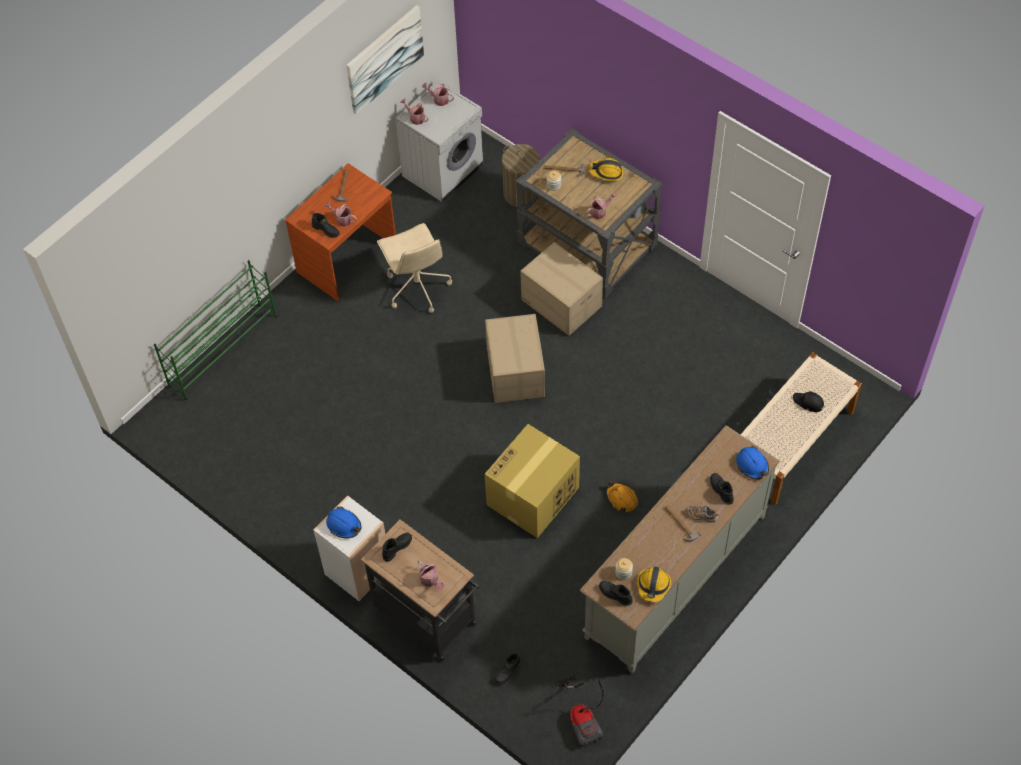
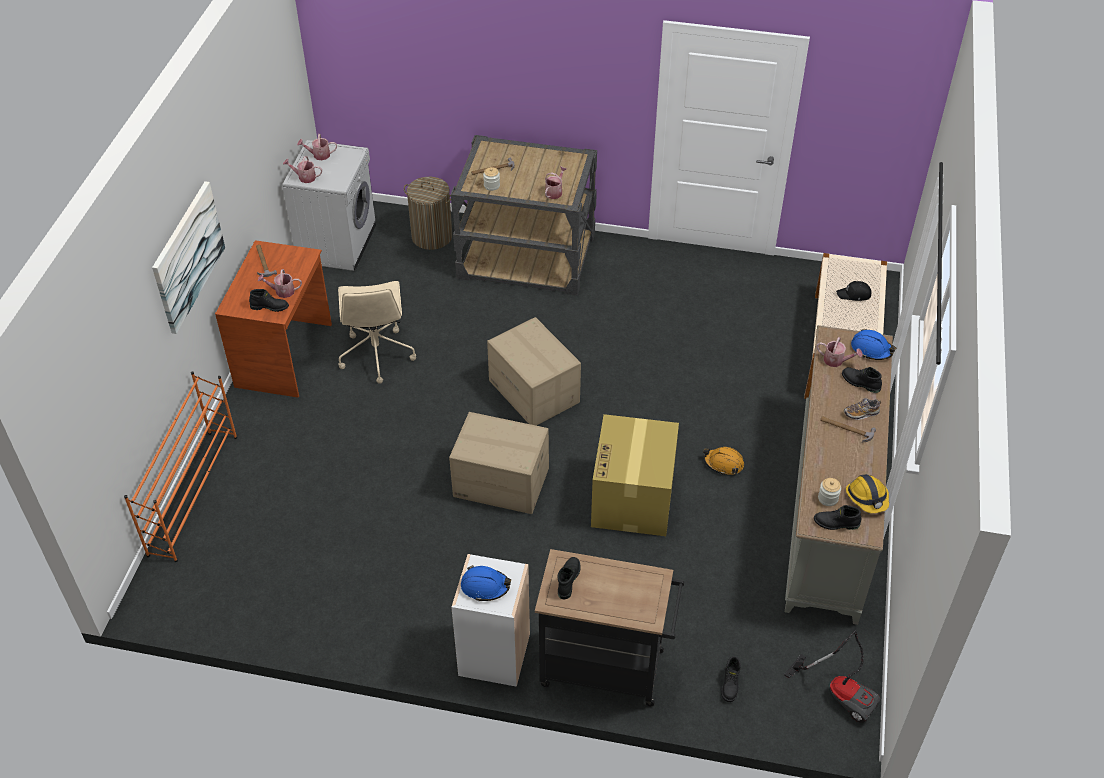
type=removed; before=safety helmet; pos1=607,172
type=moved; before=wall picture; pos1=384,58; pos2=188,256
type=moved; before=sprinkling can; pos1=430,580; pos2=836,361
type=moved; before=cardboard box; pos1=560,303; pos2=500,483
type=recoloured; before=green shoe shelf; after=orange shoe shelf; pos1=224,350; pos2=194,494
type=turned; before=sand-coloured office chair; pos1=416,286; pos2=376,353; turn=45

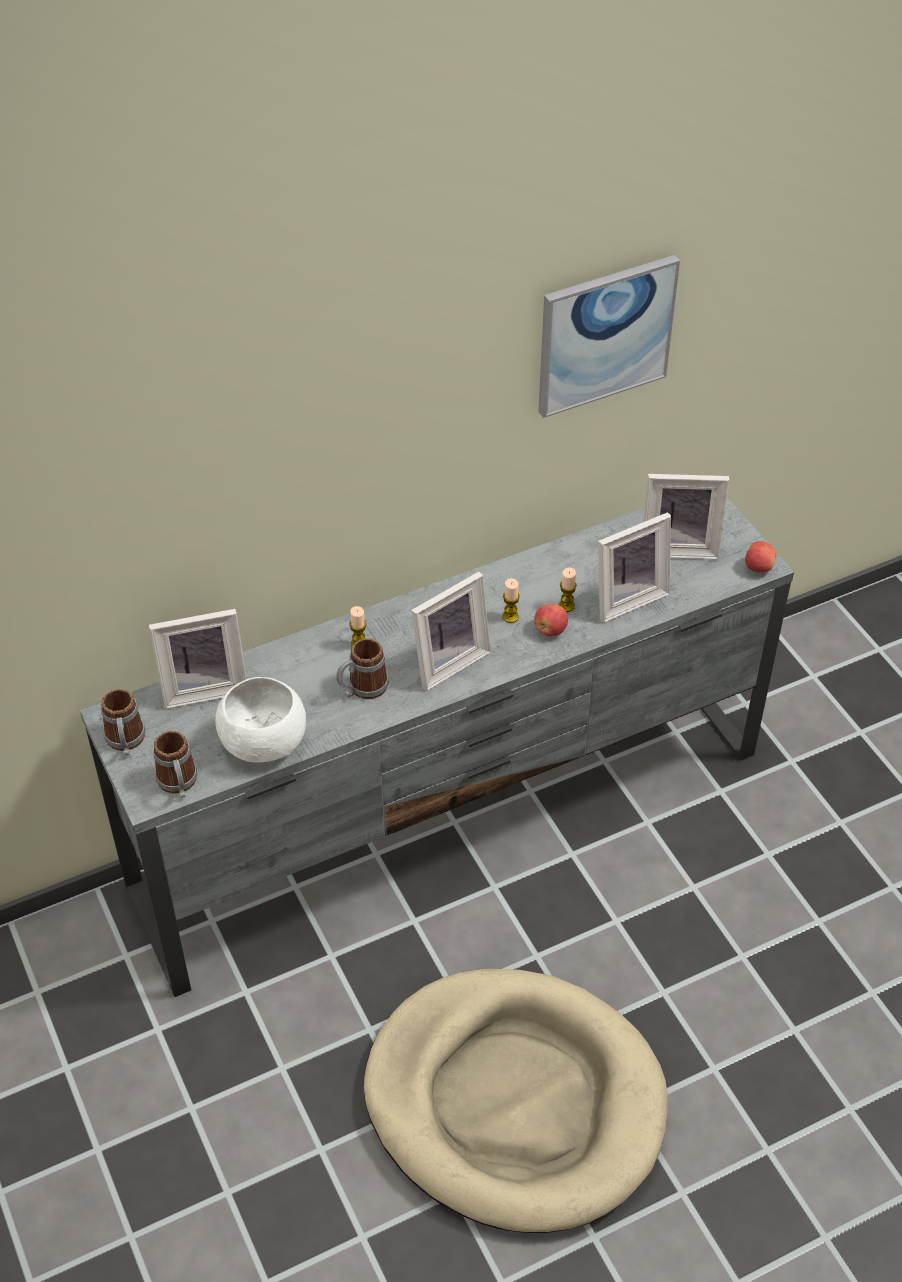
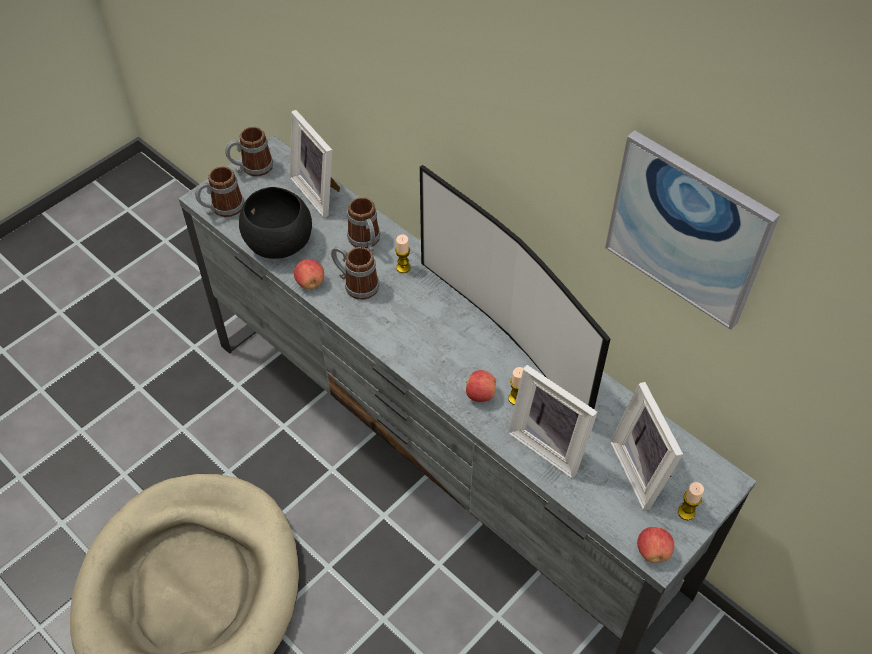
type=removed; before=photo frame; pos1=447,661
type=added; after=apple; pos2=310,282
type=added; after=mug; pos2=366,242
type=added; after=TV set; pos2=508,335
type=moved; before=candle; pos1=510,616; pos2=686,512
type=recoloured; before=whitish bowl; after=black bowl; pos1=265,742; pos2=279,244

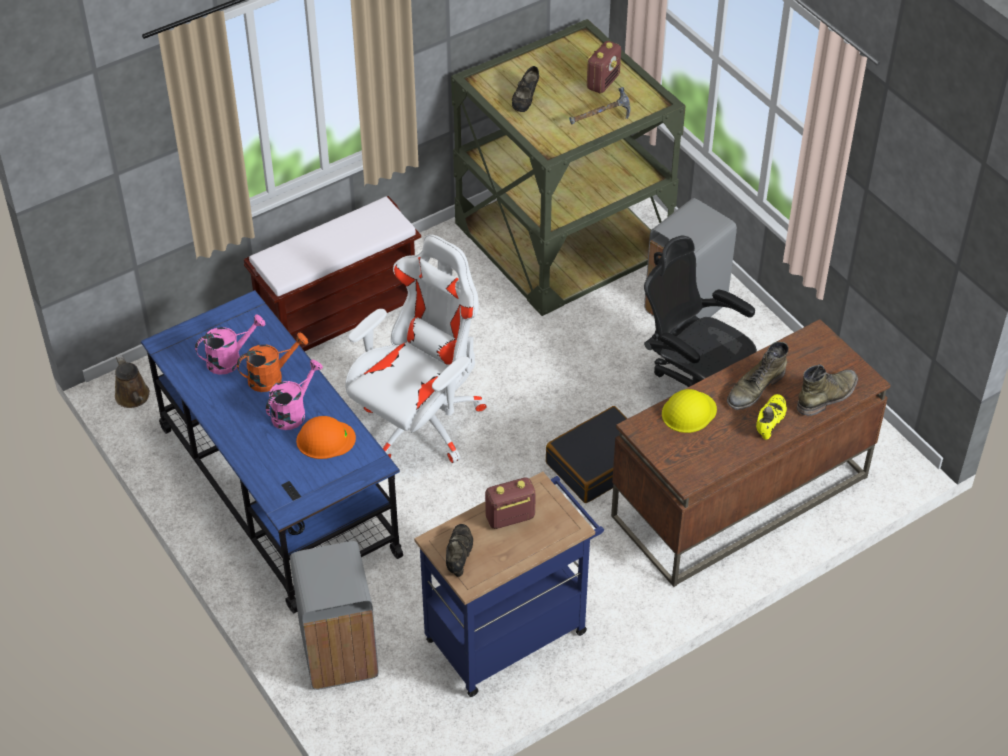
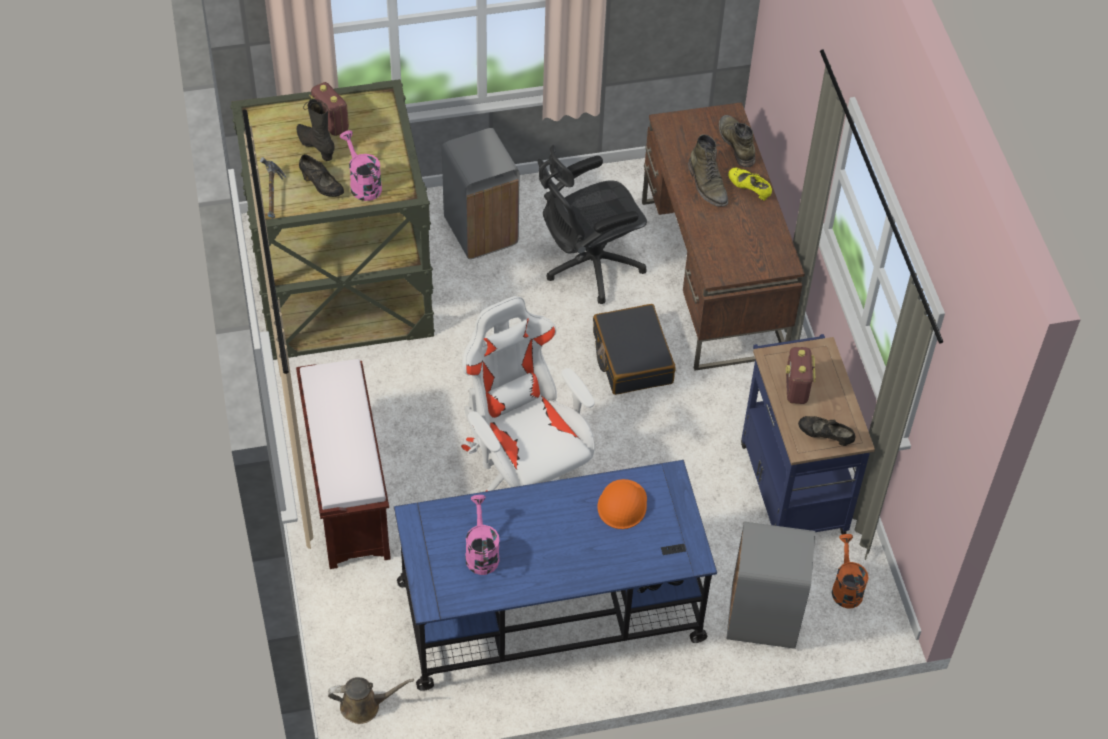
type=removed; before=yellowish safety helmet; pos1=688,412
type=added; after=black tall boot; pos2=316,146
type=moved; before=orange sprinkling can; pos1=271,377; pos2=846,587
type=moved; before=pink-coloured sprinkling can; pos1=293,412; pos2=362,184
type=moved; before=hand hammer; pos1=600,120; pos2=272,198

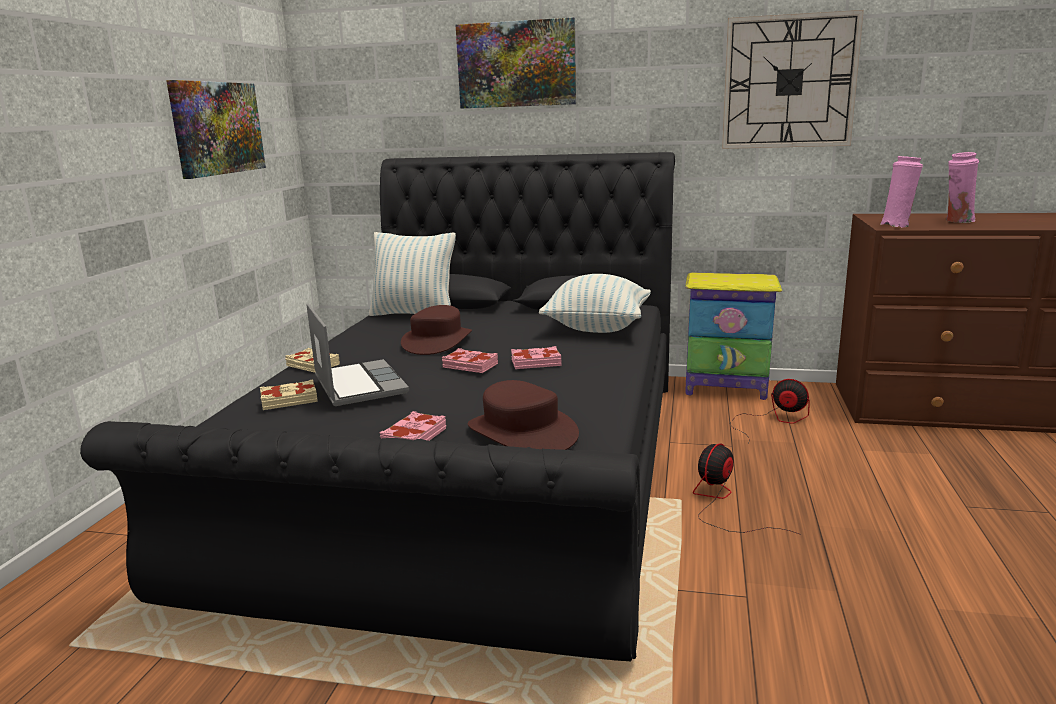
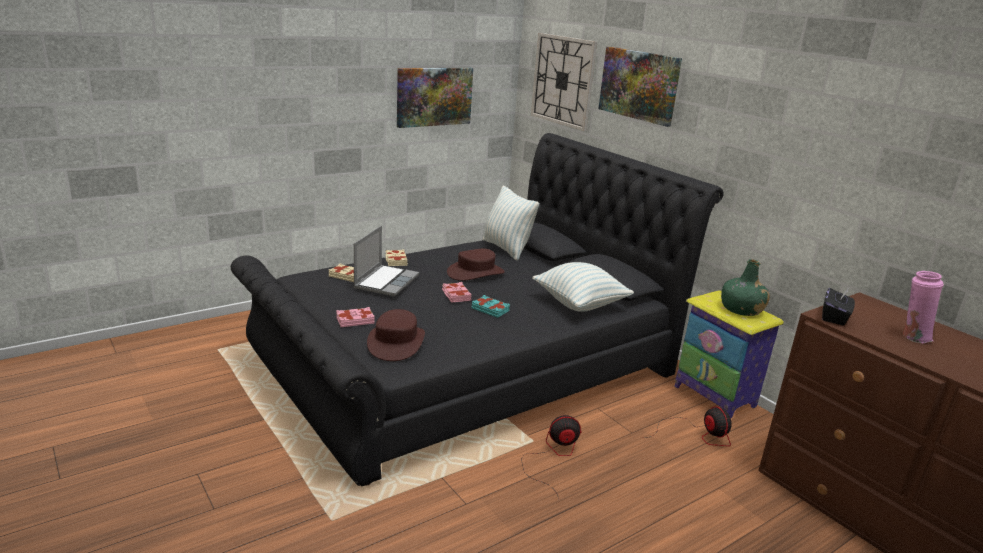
type=added; after=green drink bottle; pos2=741,309
type=moved; before=wall clock; pos1=789,82; pos2=563,80
type=replaced; before=pink-coloured decorative vase; after=black tissue box; pos1=897,226; pos2=834,317
type=recoloured; before=pink-coloured bound book; after=blue-green bound book; pos1=535,362; pos2=490,309

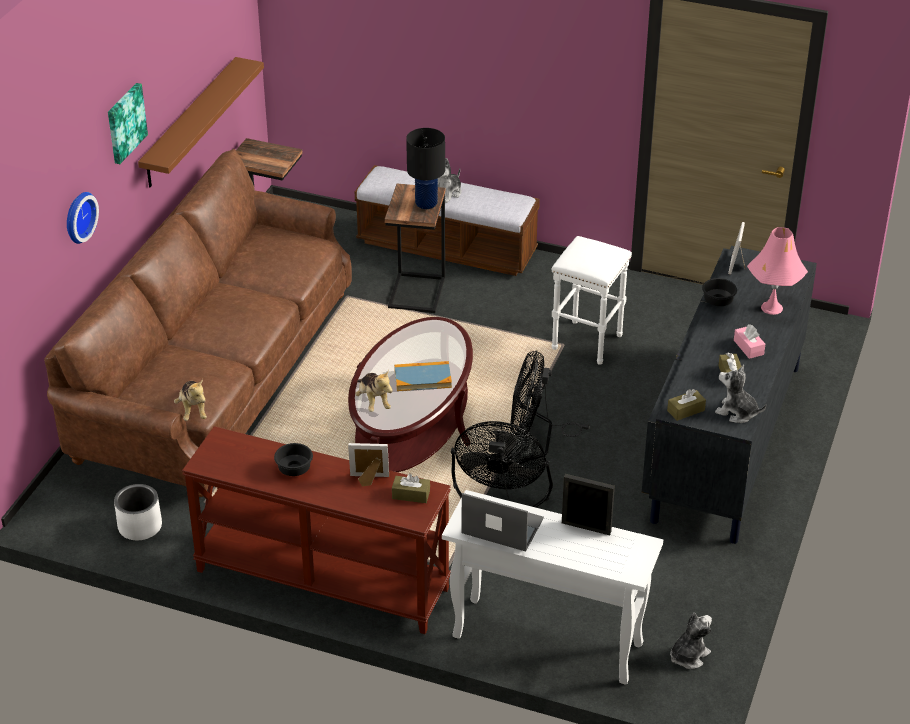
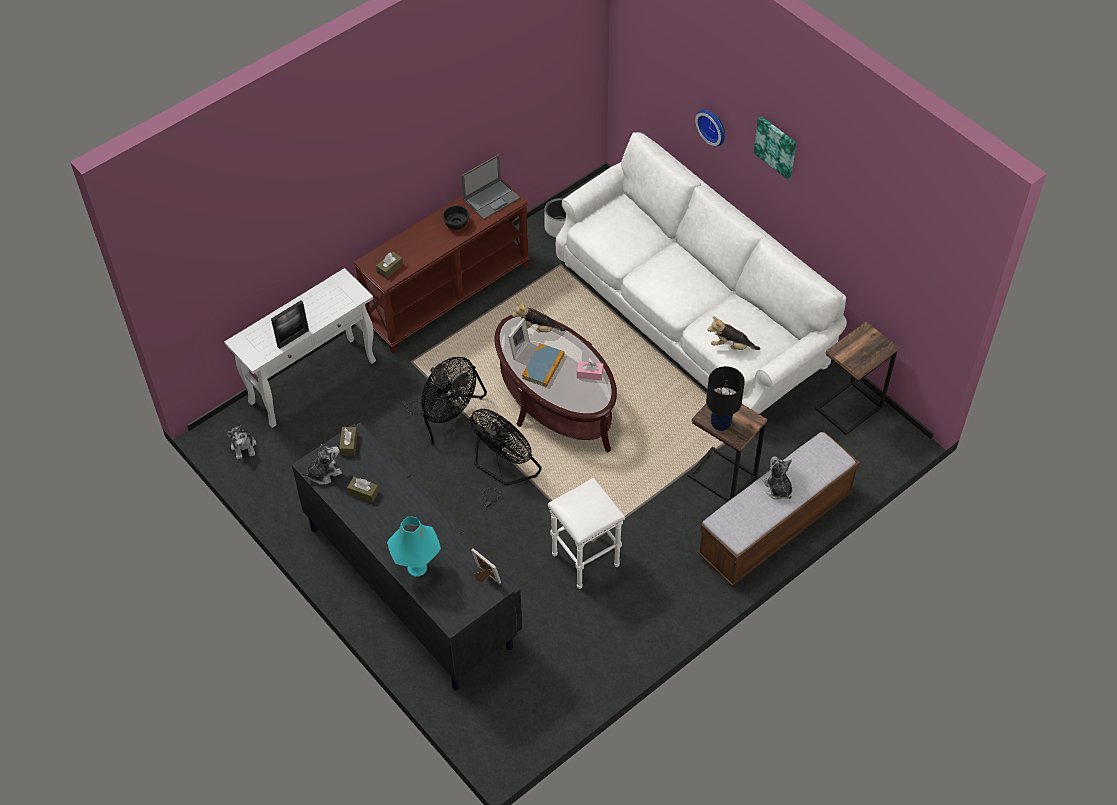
type=removed; before=brown wall shelf; pos1=190,123
type=removed; before=black bowl; pos1=717,301
type=moved; before=soft toy; pos1=193,410; pos2=731,346
type=moved; before=photo frame; pos1=369,480; pos2=517,348
type=moved; before=laptop; pos1=501,526; pos2=492,198
type=moved; before=pink-coloured tissue box; pos1=748,347; pos2=590,374
type=recoloured; before=brown sofa; after=whitish sofa; pos1=215,376; pos2=692,314
type=recoloured; before=pink-coloured table lamp; after=blue-green table lamp; pos1=771,308; pos2=417,567

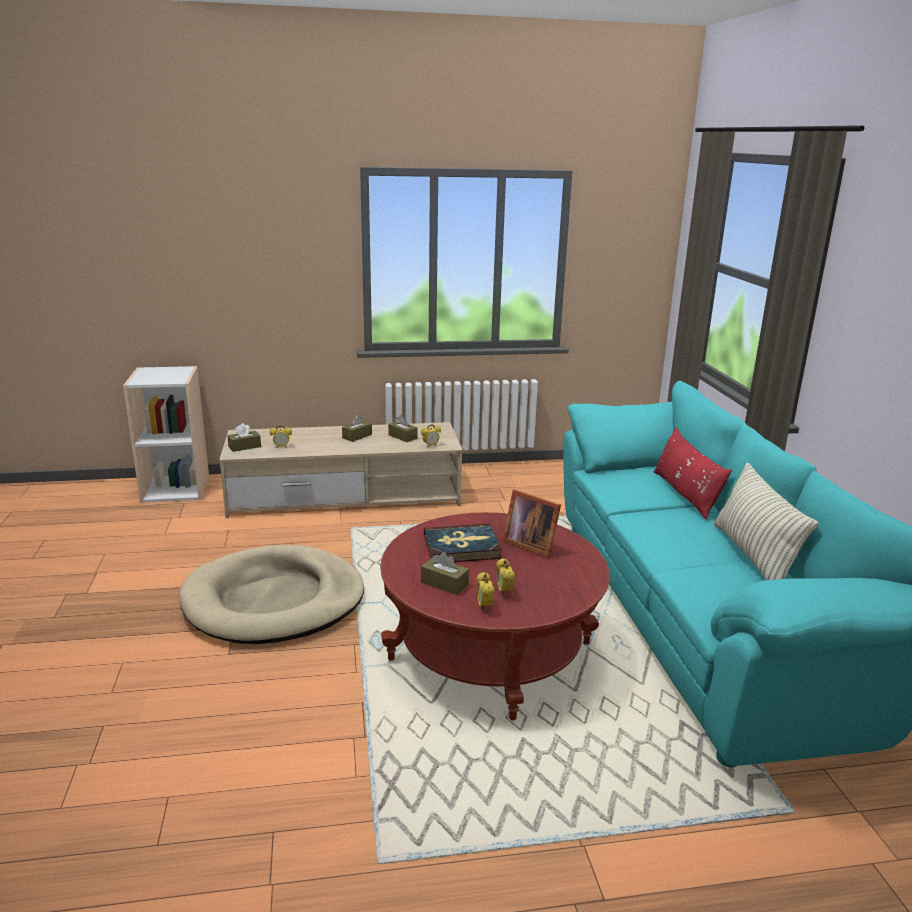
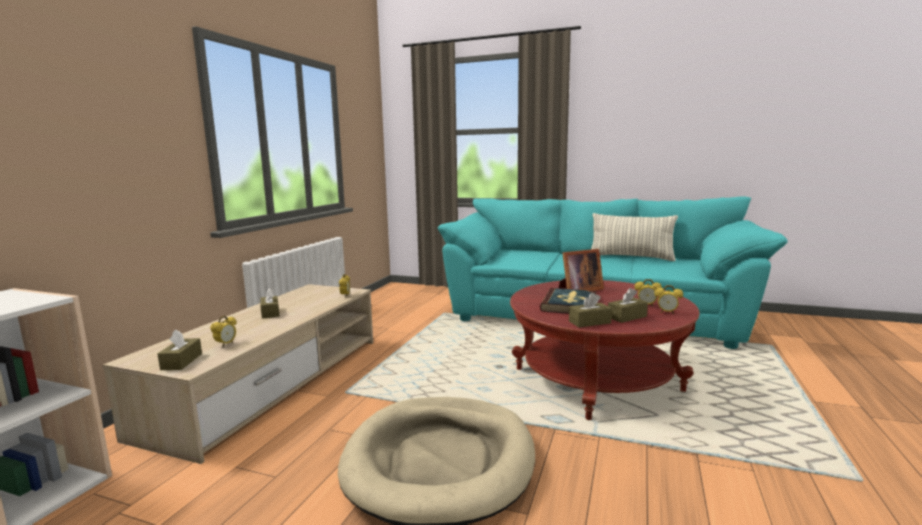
type=removed; before=reddish pillow; pos1=685,494
type=moved; before=brown tissue box; pos1=402,437; pos2=589,322

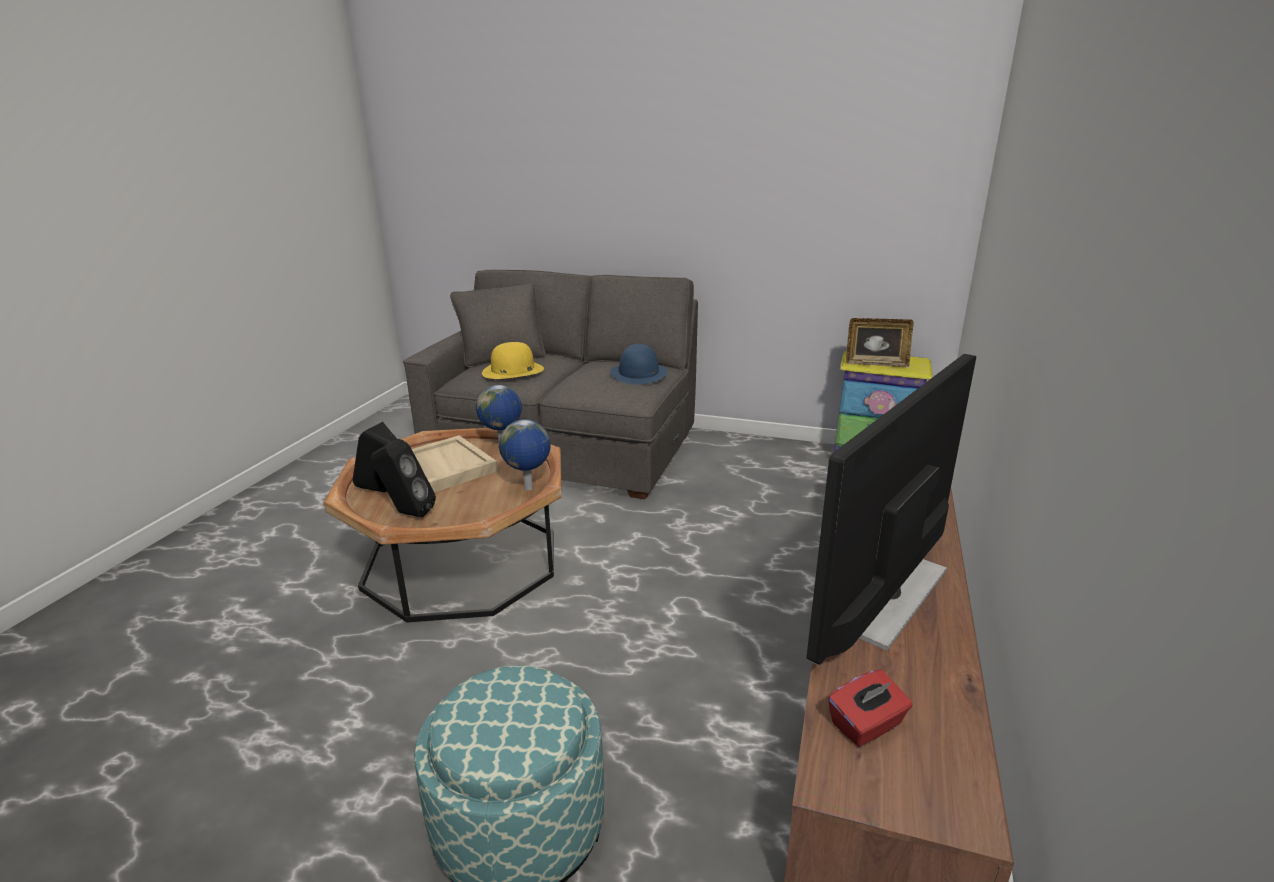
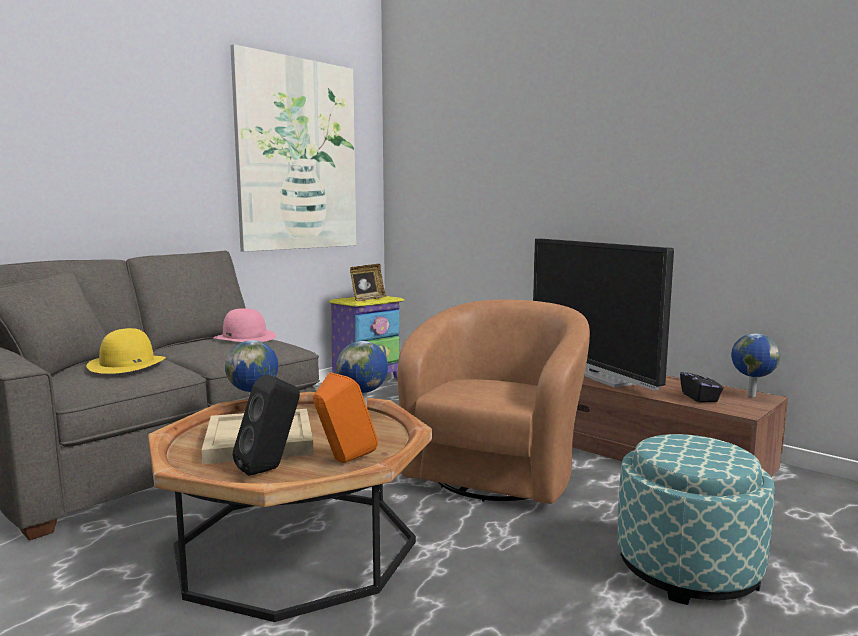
type=added; after=wall picture; pos2=298,155
type=added; after=brown armchair; pos2=497,472
type=added; after=globe; pos2=750,395
type=recoloured; before=black loudspeaker; after=orange loudspeaker; pos1=407,513; pos2=343,462
type=recoloured; before=blue hat; after=pink-coloured hat; pos1=639,373; pos2=245,337
type=recoloured; before=reddish tissue box; after=black tissue box; pos1=867,725; pos2=700,398

